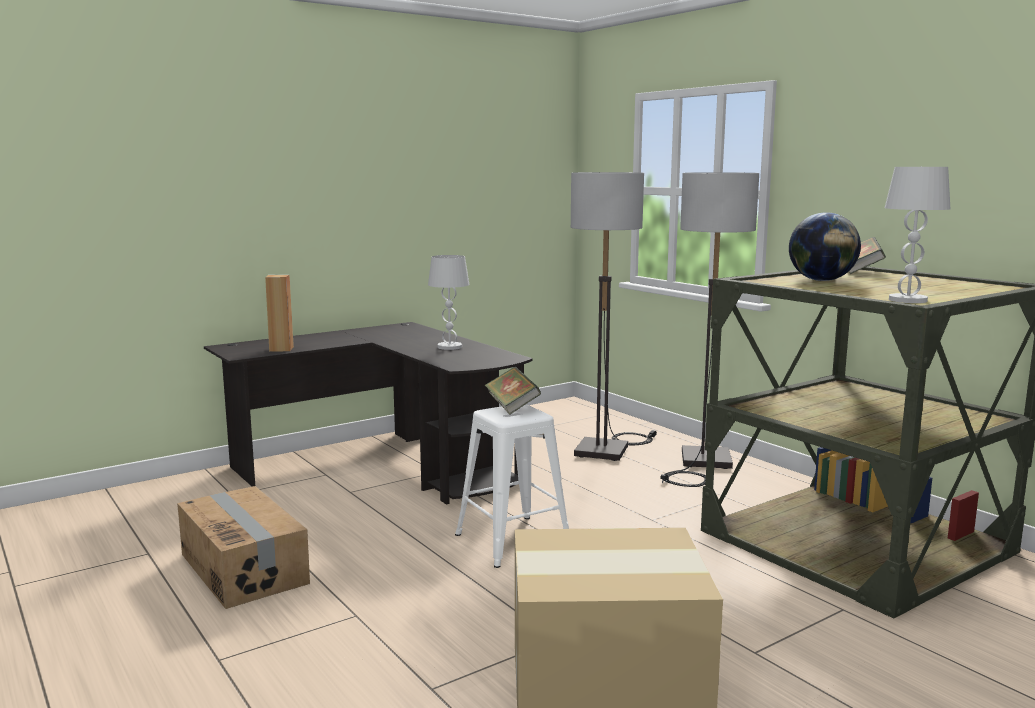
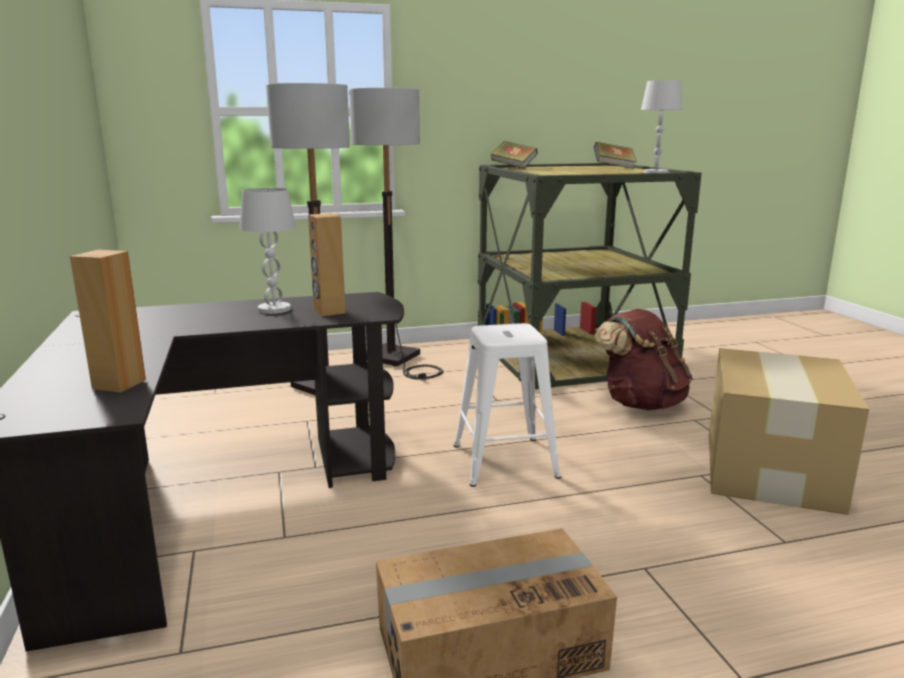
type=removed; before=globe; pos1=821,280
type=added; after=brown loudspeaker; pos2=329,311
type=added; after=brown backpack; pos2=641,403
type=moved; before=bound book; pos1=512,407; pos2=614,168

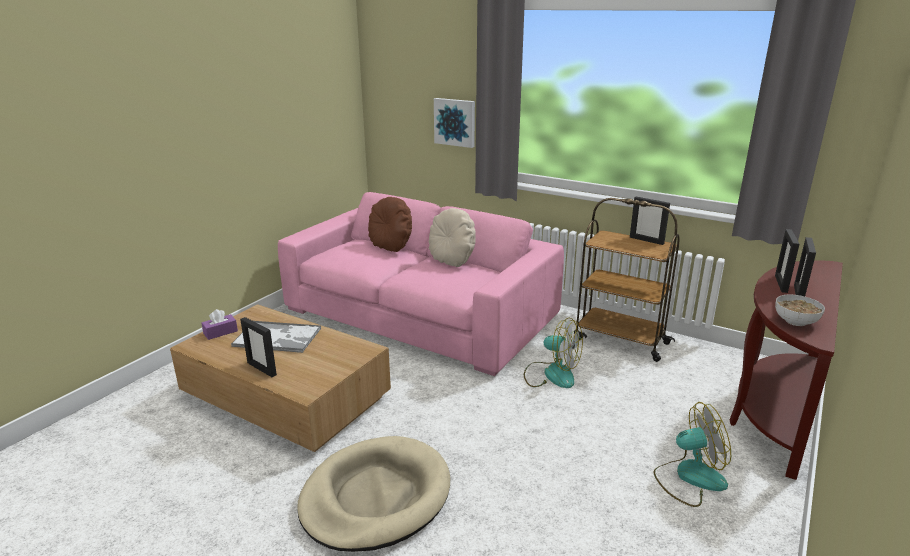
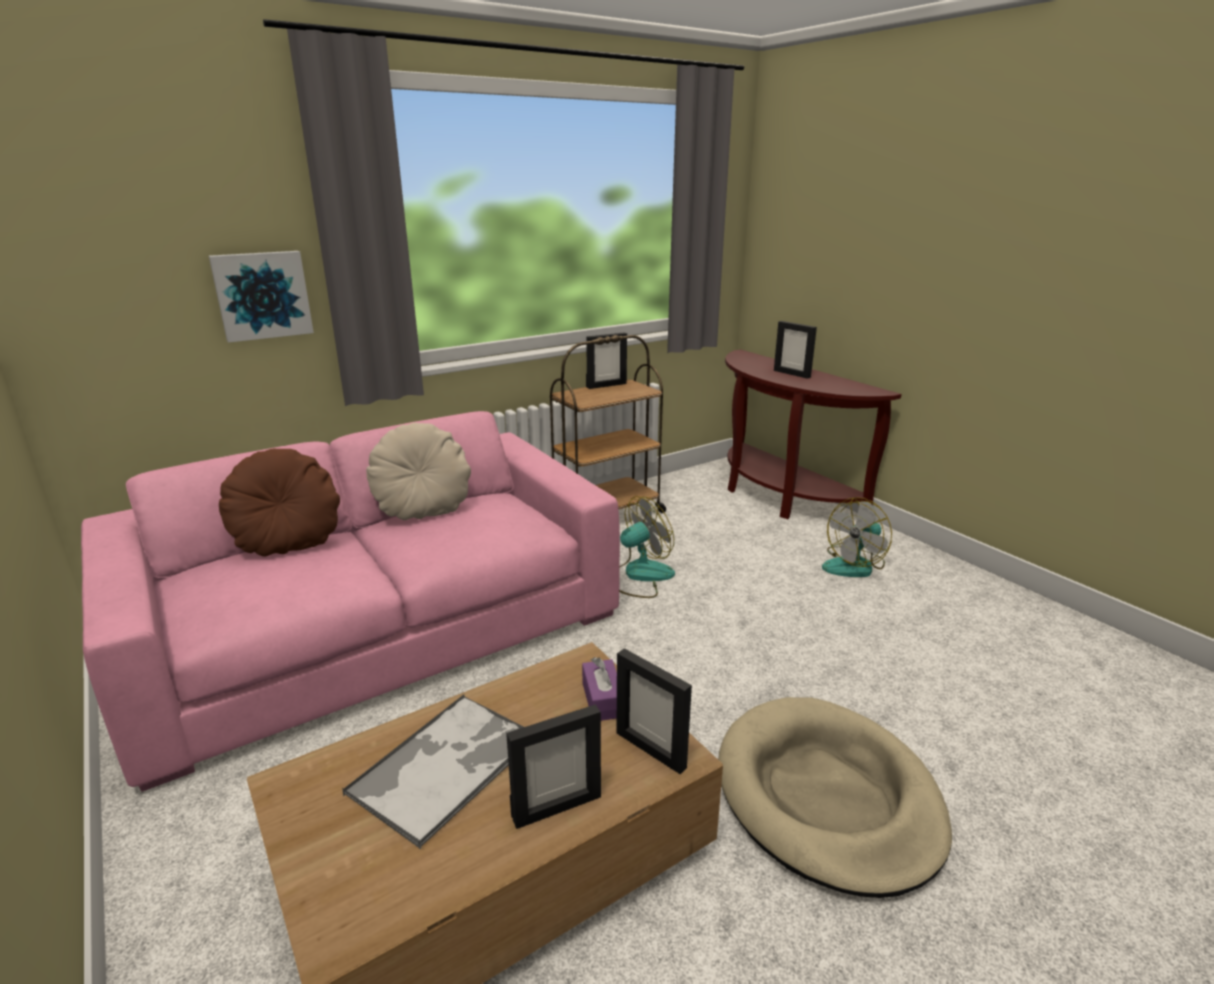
type=removed; before=bowl; pos1=795,321
type=moved; before=purple tissue box; pos1=220,332; pos2=602,699
type=moved; before=photo frame; pos1=782,284; pos2=651,749
type=turned; before=electric fan; pos1=689,477; pos2=854,565; turn=-150

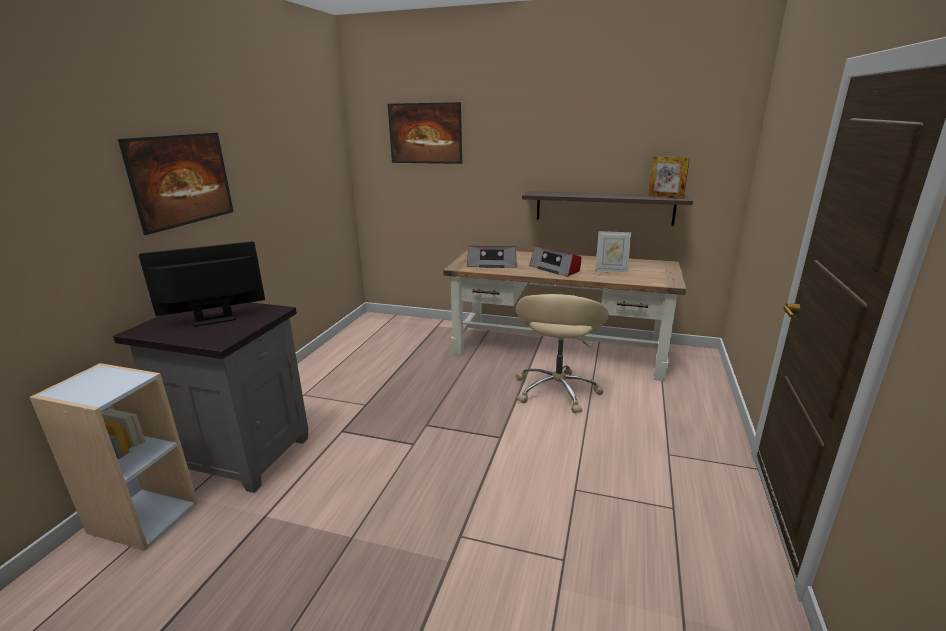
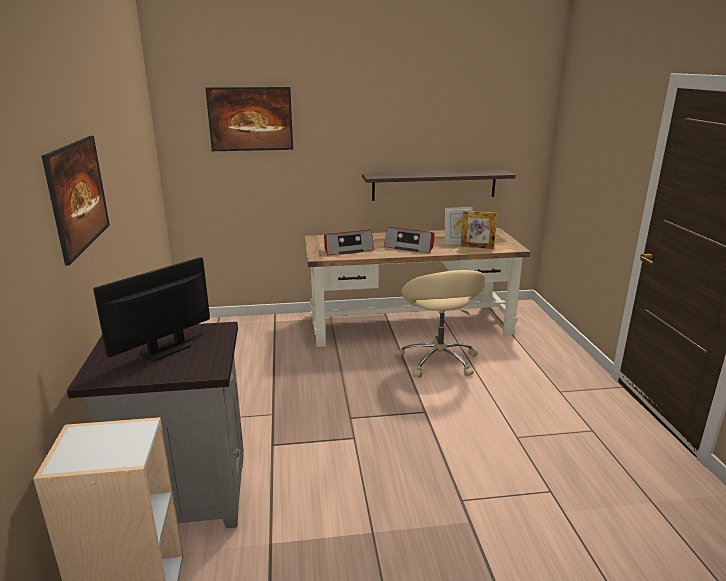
type=moved; before=photo frame; pos1=665,197; pos2=477,247

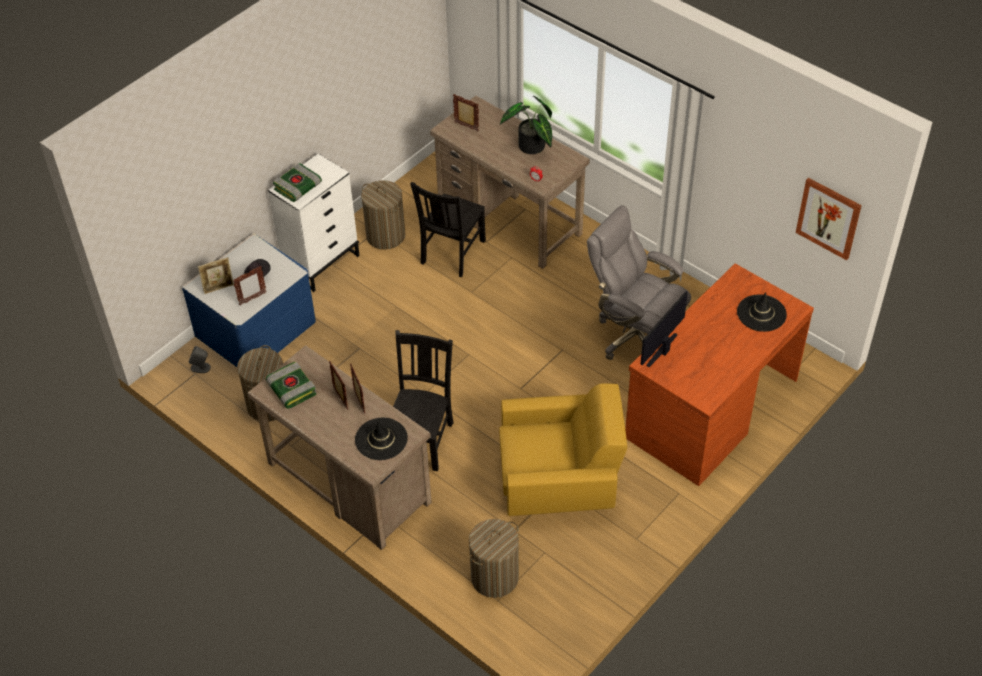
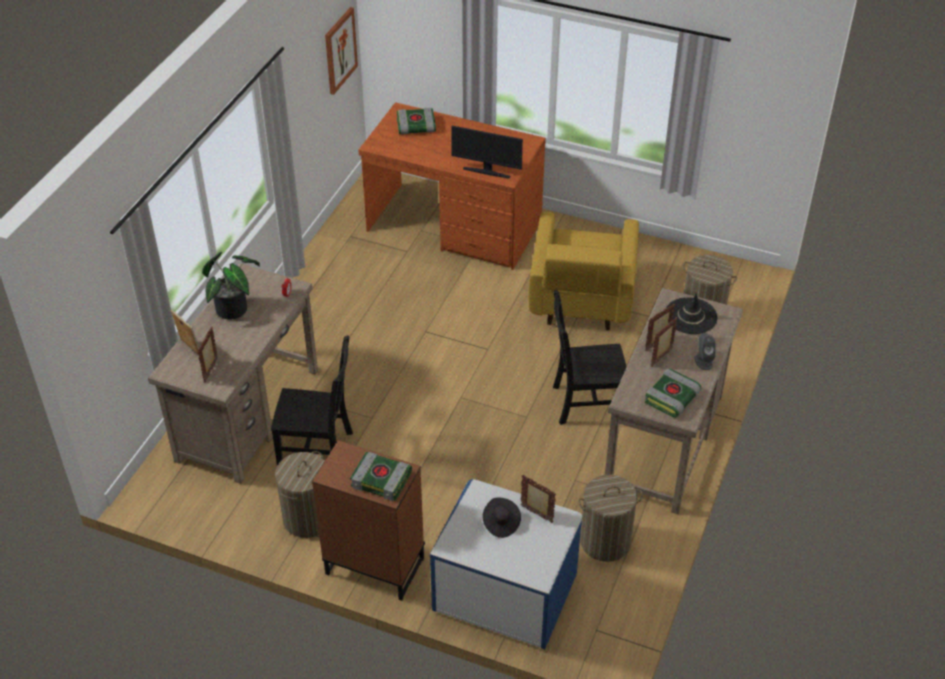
type=removed; before=greyish office chair; pos1=635,336
type=moved; before=greyish loudspeaker; pos1=201,367; pos2=703,361
type=moved; before=photo frame; pos1=219,288; pos2=189,348
type=replaced; before=black hat; after=bound book; pos1=761,313; pos2=415,127
type=recoloured; before=whitish drawer chest; after=brown drawer chest; pos1=322,263; pos2=374,566
type=turned; before=yellowish armchair; pos1=559,481; pos2=581,300; turn=-150

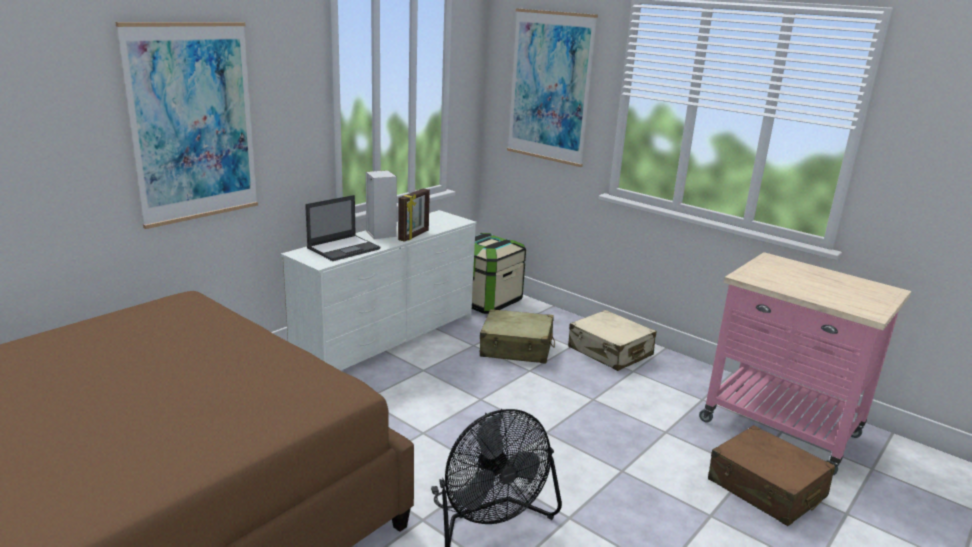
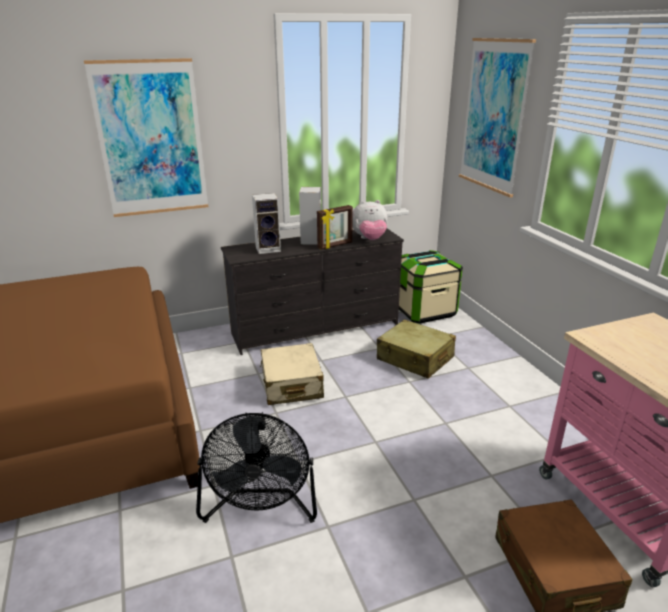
type=added; after=soft toy; pos2=369,239
type=moved; before=sand-coloured travel case; pos1=610,352; pos2=291,384
type=replaced; before=laptop; after=loudspeaker; pos1=344,248; pos2=269,249
type=recoloured; before=whitish drawer chest; after=black drawer chest; pos1=387,340; pos2=315,329

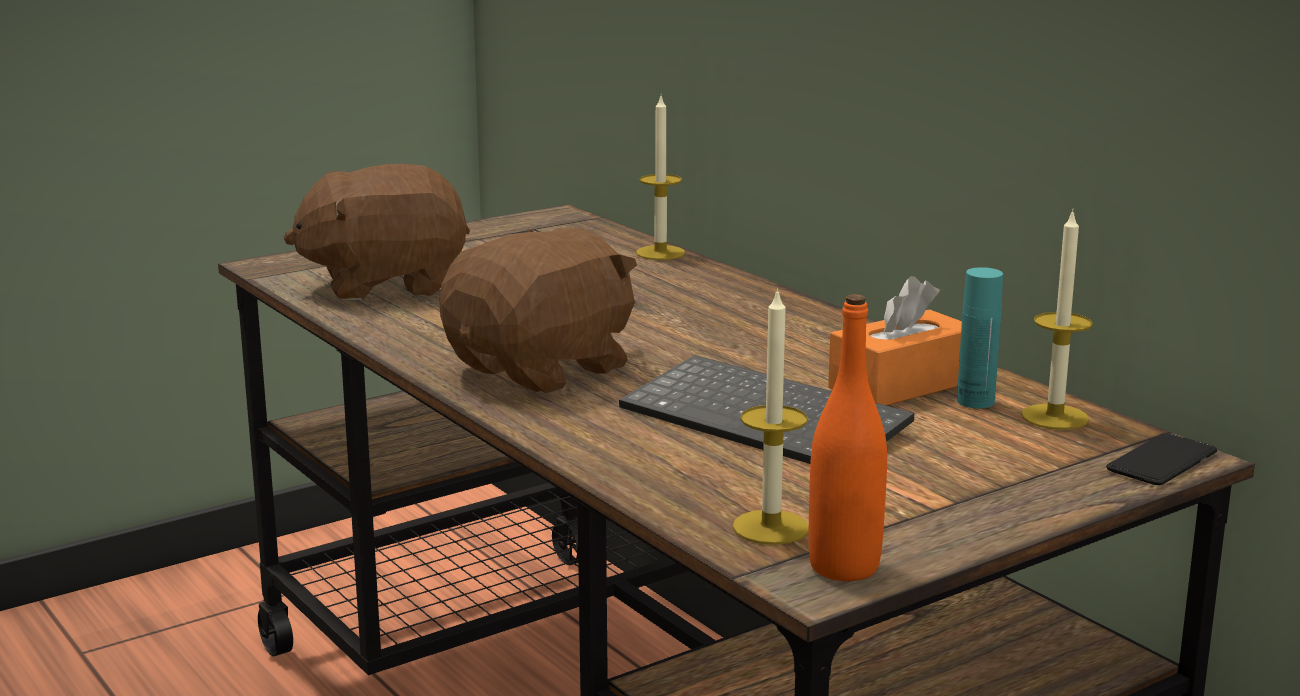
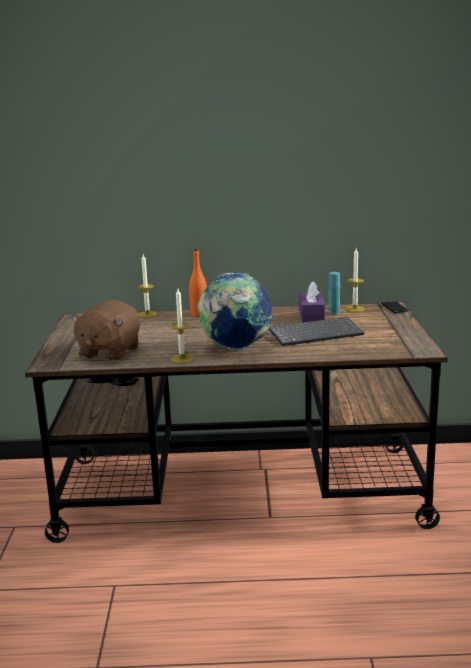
type=moved; before=candle; pos1=771,527; pos2=182,358
type=moved; before=orange drink bottle; pos1=844,567; pos2=199,315
type=replaced; before=brown soft toy; after=globe; pos1=543,369; pos2=235,348
type=recoloured; before=orange tissue box; after=purple tissue box; pos1=901,385; pos2=311,316

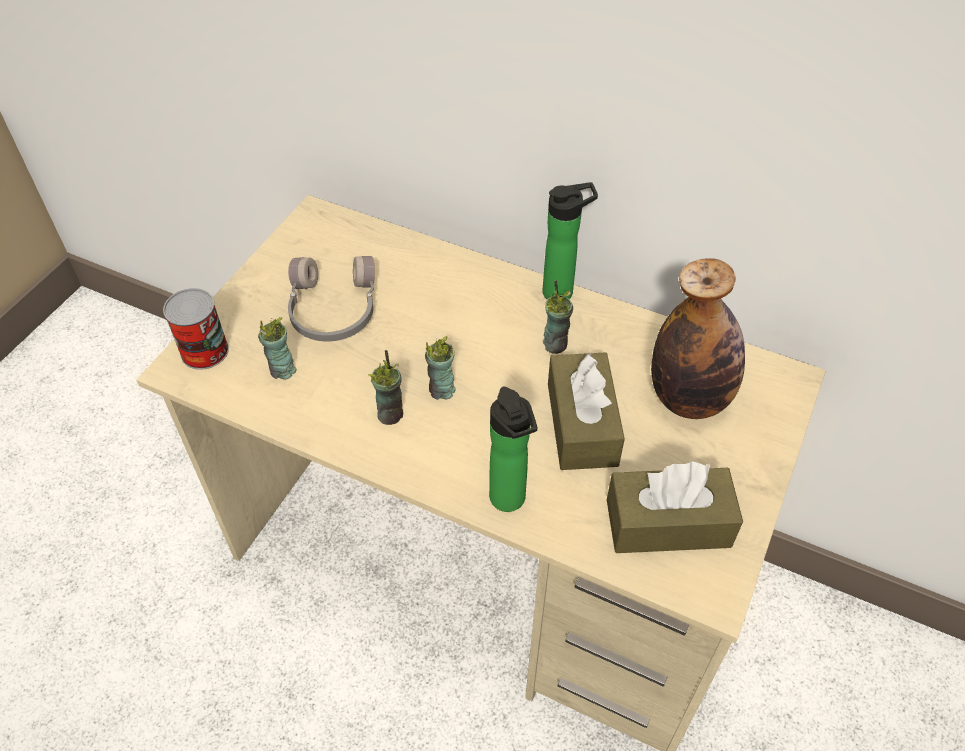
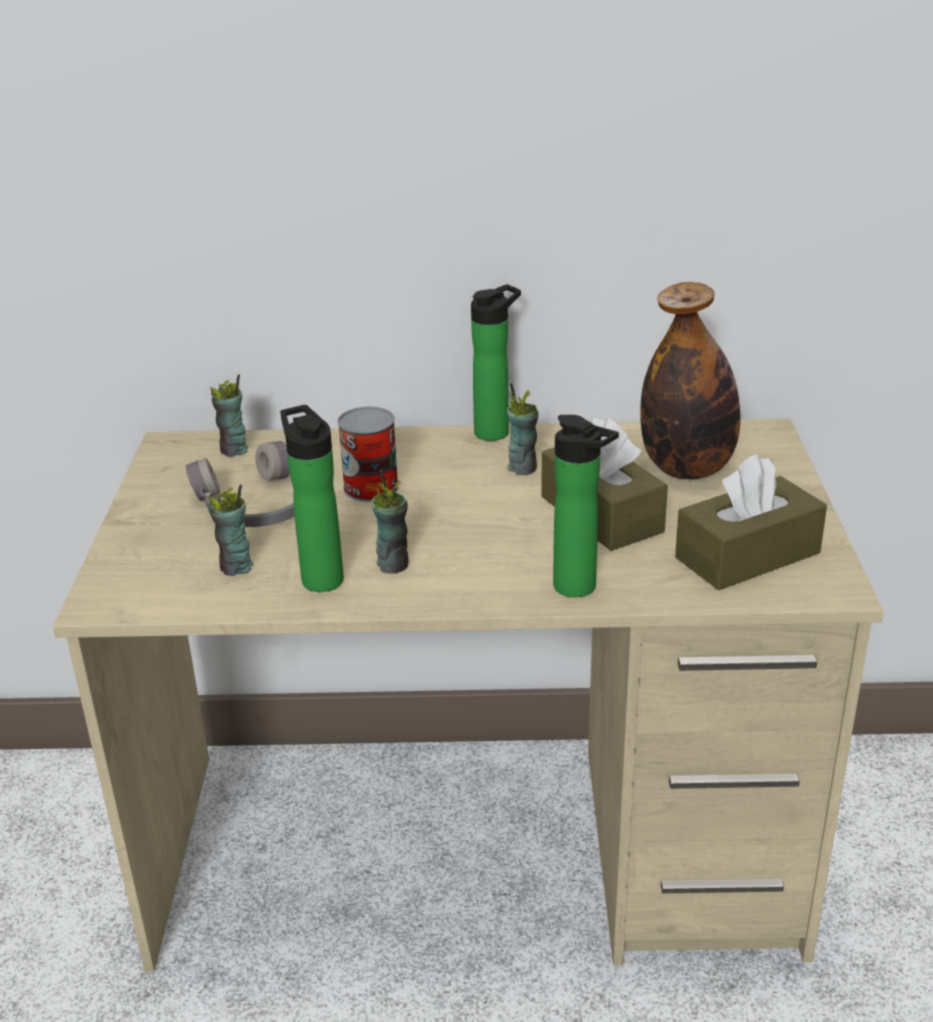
type=added; after=drink bottle; pos2=320,577
type=moved; before=metal can; pos1=204,351; pos2=371,487
type=moved; before=drinking cup; pos1=441,390; pos2=234,450

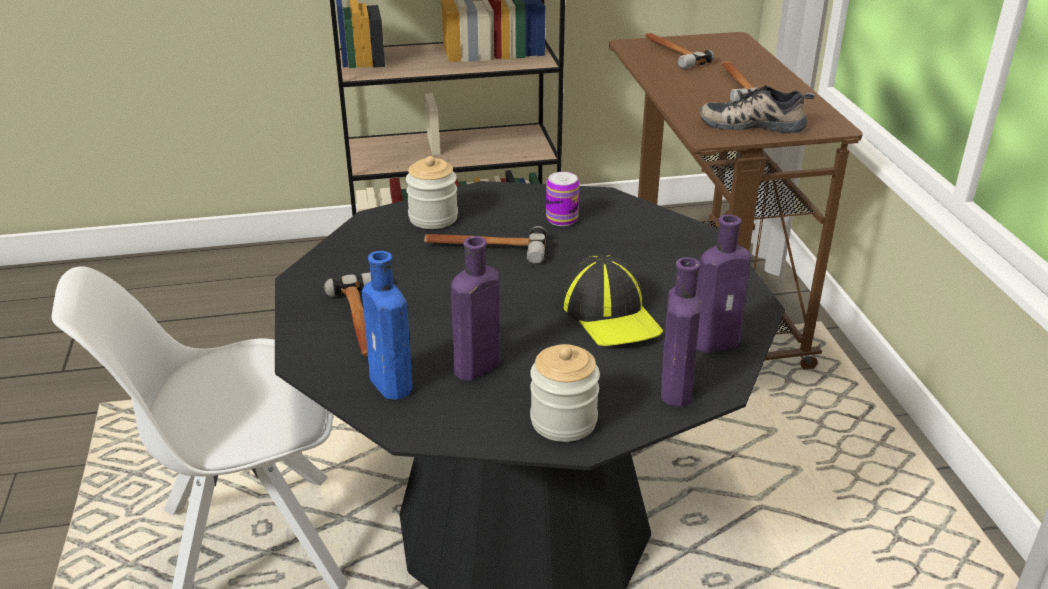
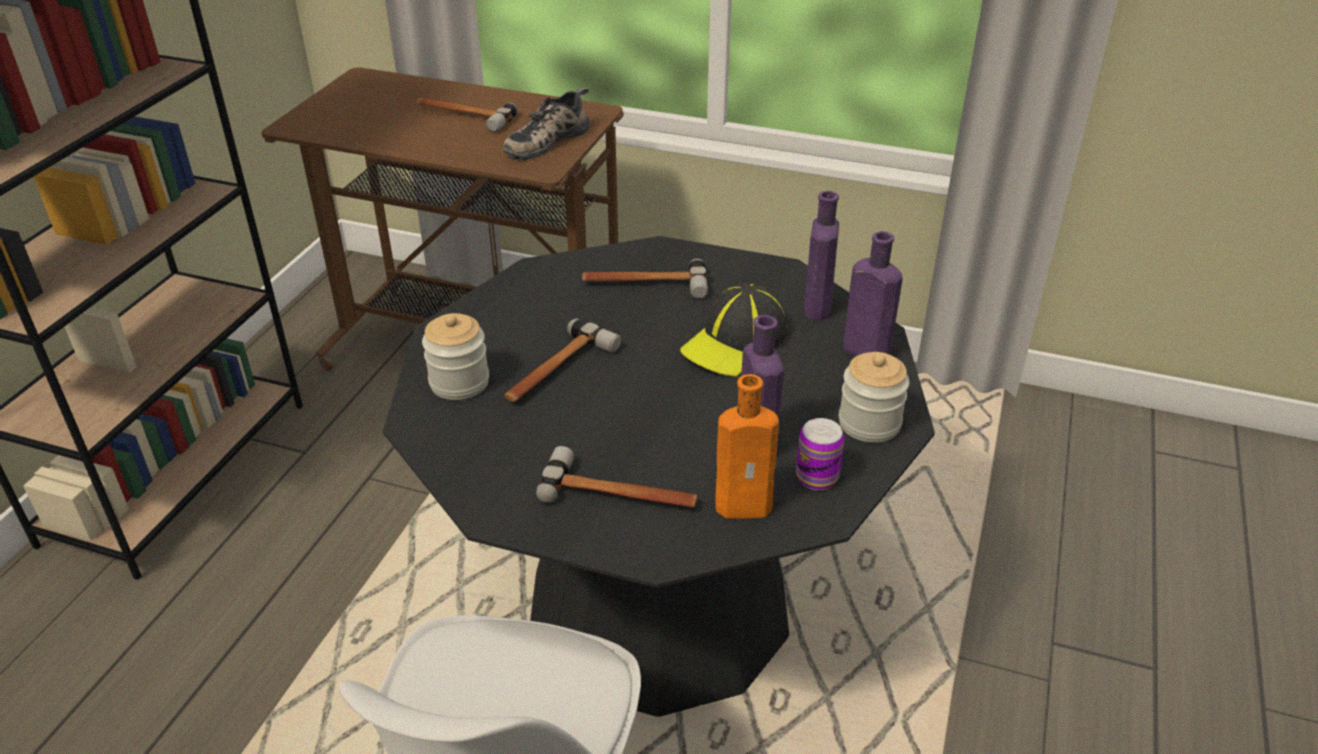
type=moved; before=metal can; pos1=562,219; pos2=817,477
type=moved; before=hand hammer; pos1=672,53; pos2=644,285
type=recoloured; before=blue drink bottle; after=orange drink bottle; pos1=393,386; pos2=747,506
type=turned; before=baseball cap; pos1=610,314; pos2=734,341; turn=120

